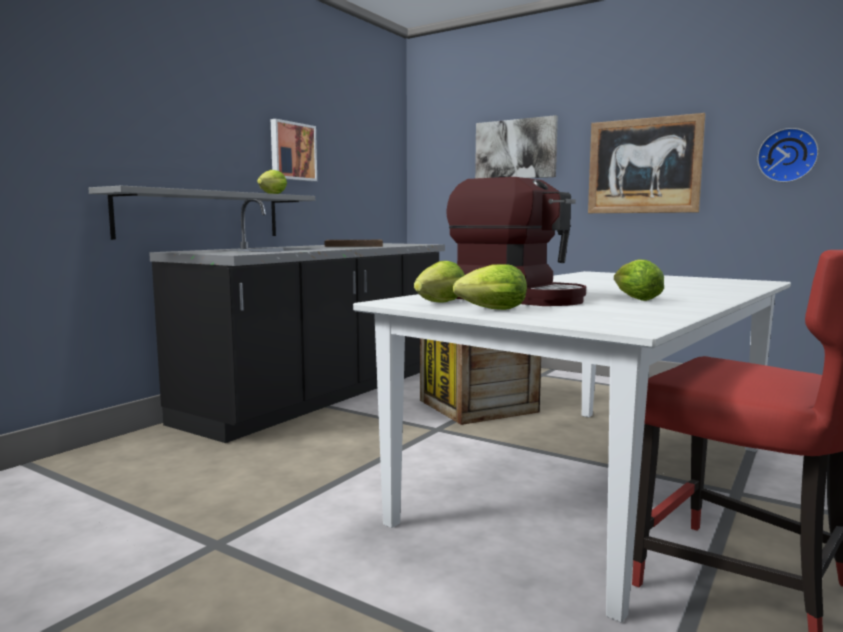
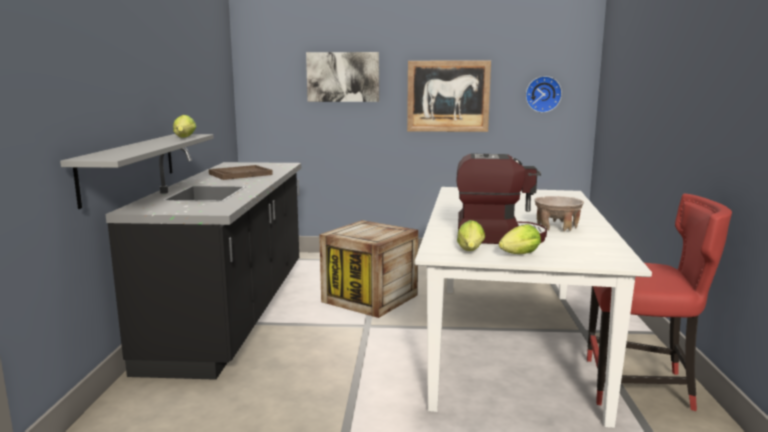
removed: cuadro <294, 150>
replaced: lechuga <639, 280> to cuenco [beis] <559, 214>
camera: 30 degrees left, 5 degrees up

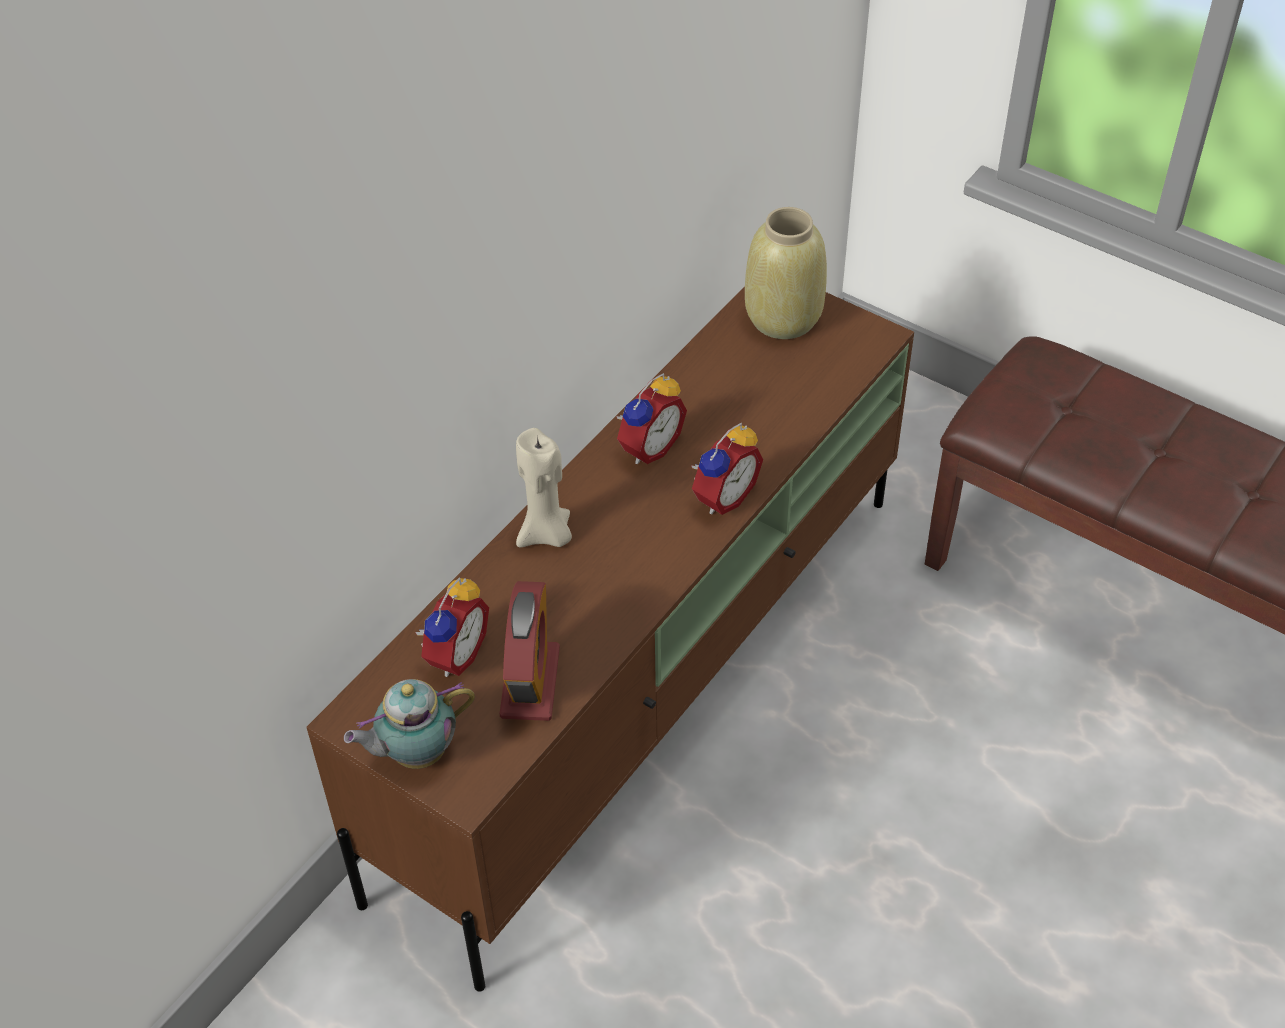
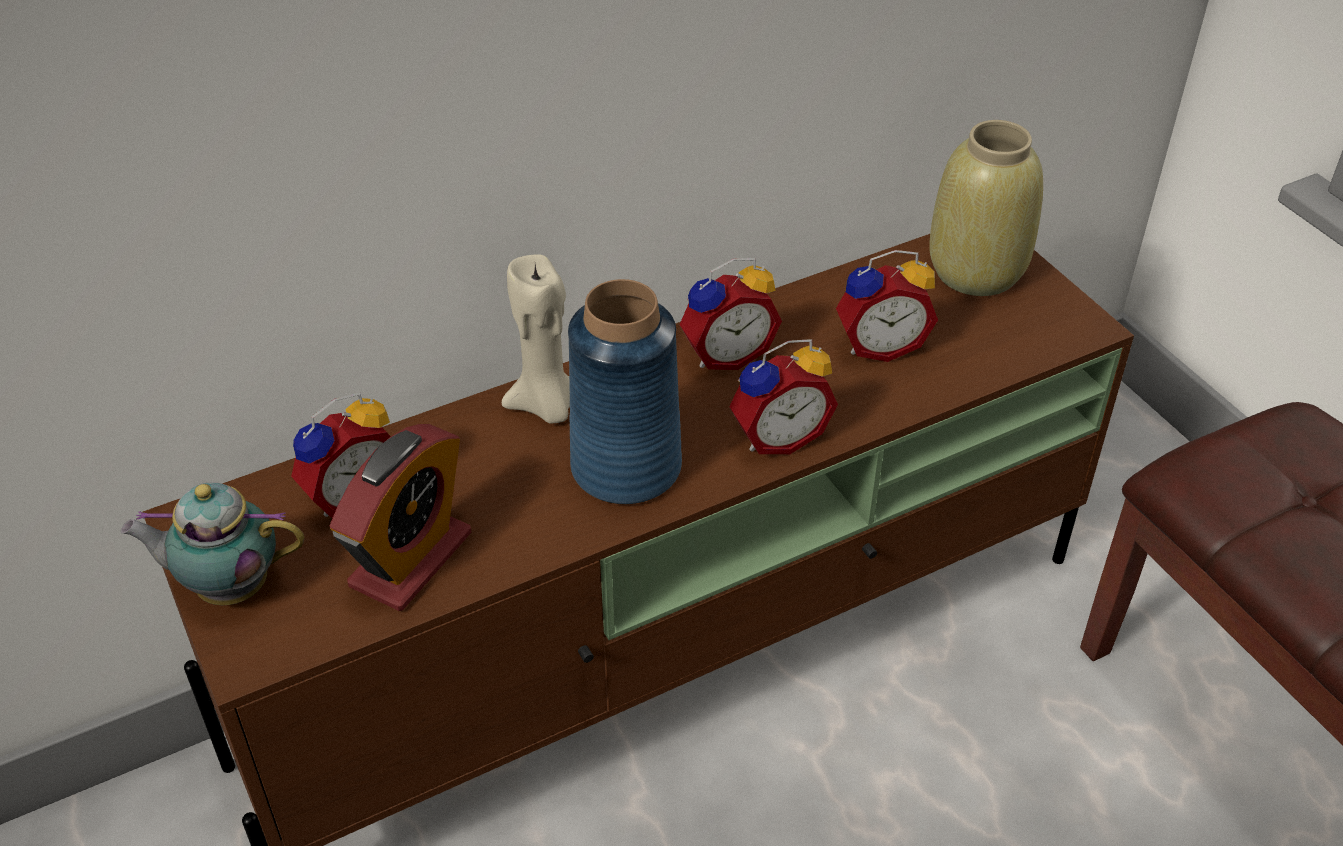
added: despertador <887, 306>; florero [azul] <625, 391>
camera: 25 degrees right, 5 degrees down

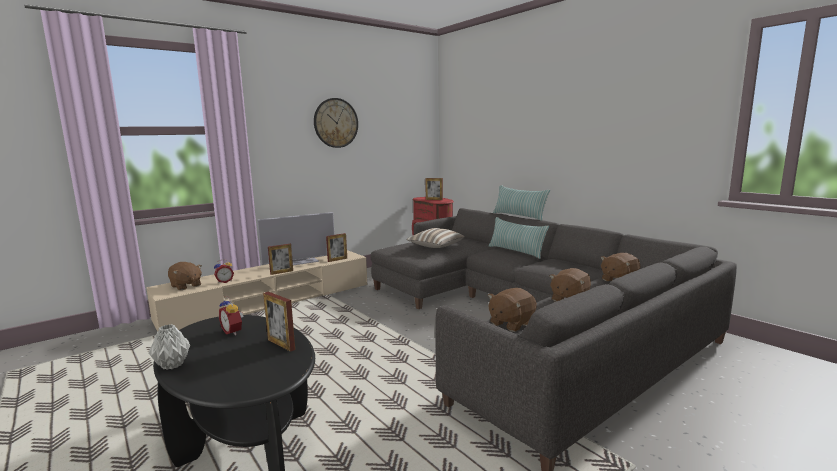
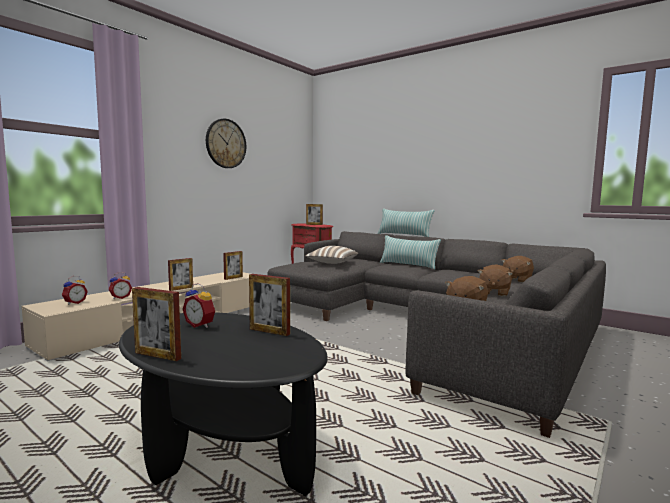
removed: televisor <296, 238>
replaced: peluche [marrón] <185, 276> to despertador <75, 290>; florero [gris] <169, 347> to portarretratos <156, 324>
camera: 15 degrees left, 5 degrees down

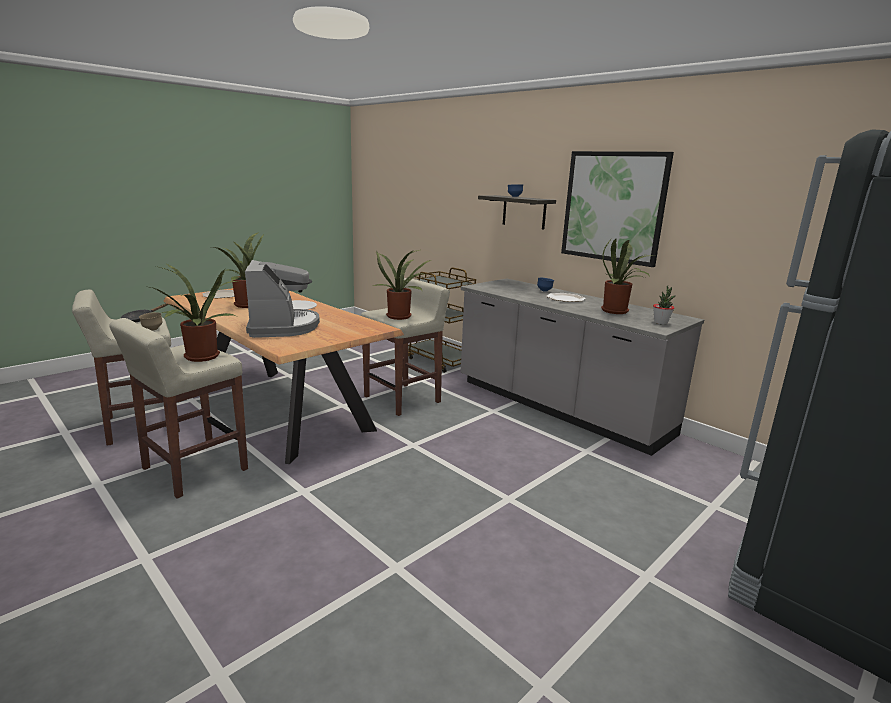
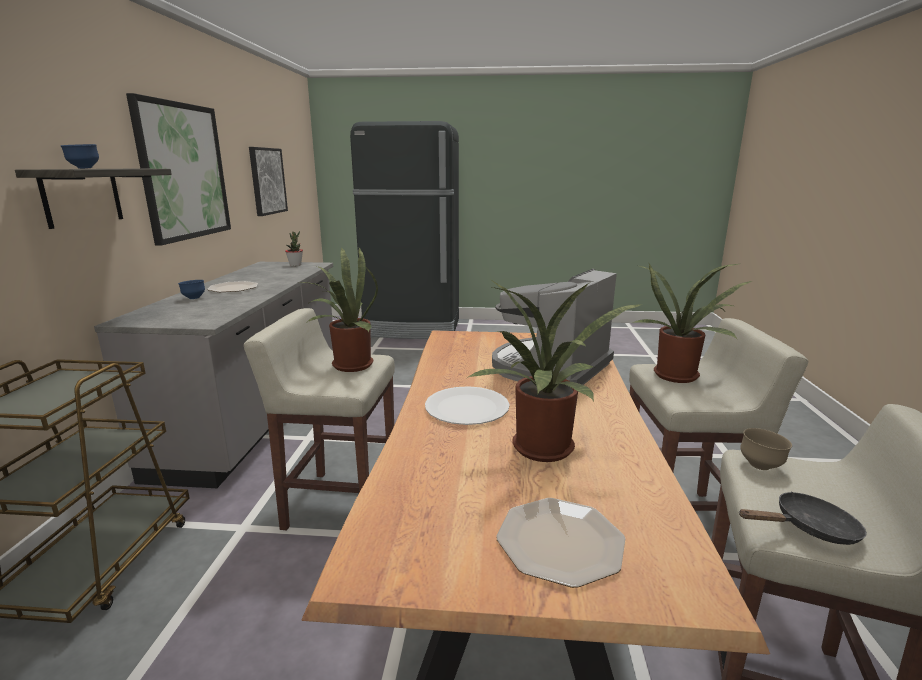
removed: planta en maceta <627, 276>
added: cuadro <268, 181>
camera: 130 degrees left, 0 degrees up

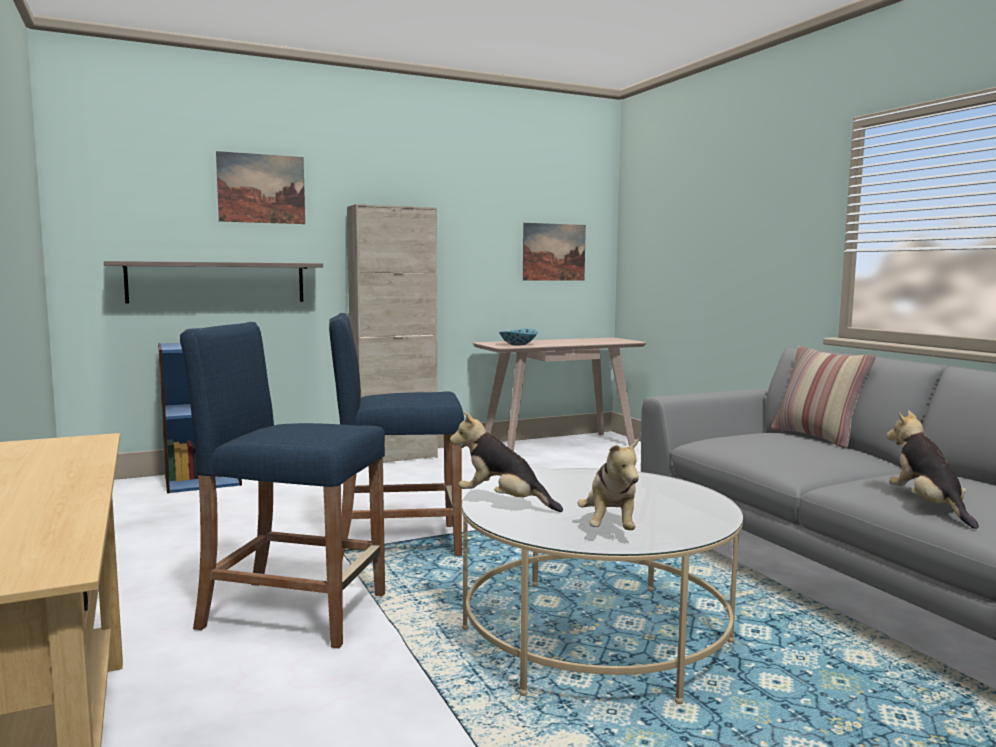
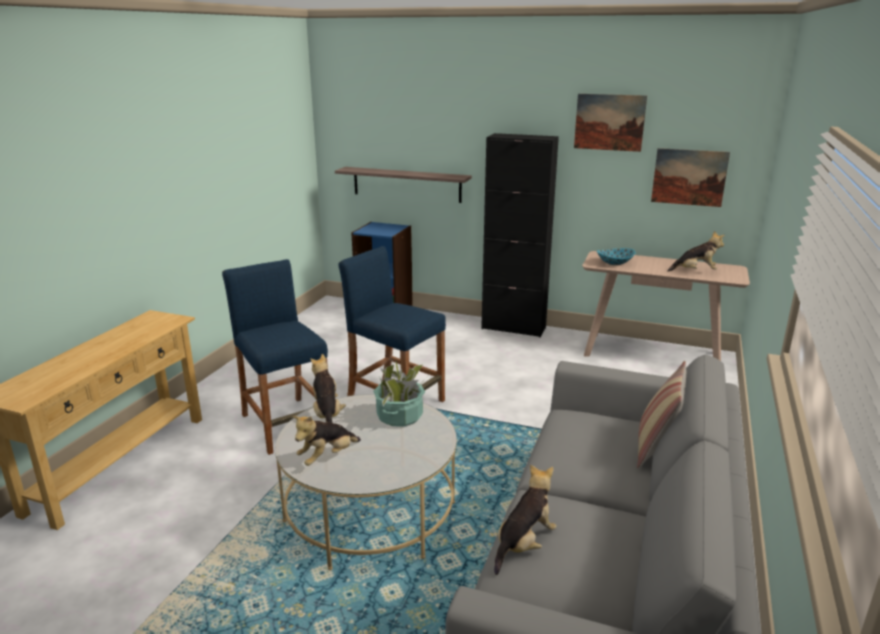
added: peluche <696, 251>; planta en maceta <399, 393>
moved: cuadro <260, 187> to <610, 123>
recoloured: armario [beis] <392, 333> to armario [negro] <520, 235>
camera: 45 degrees right, 15 degrees up

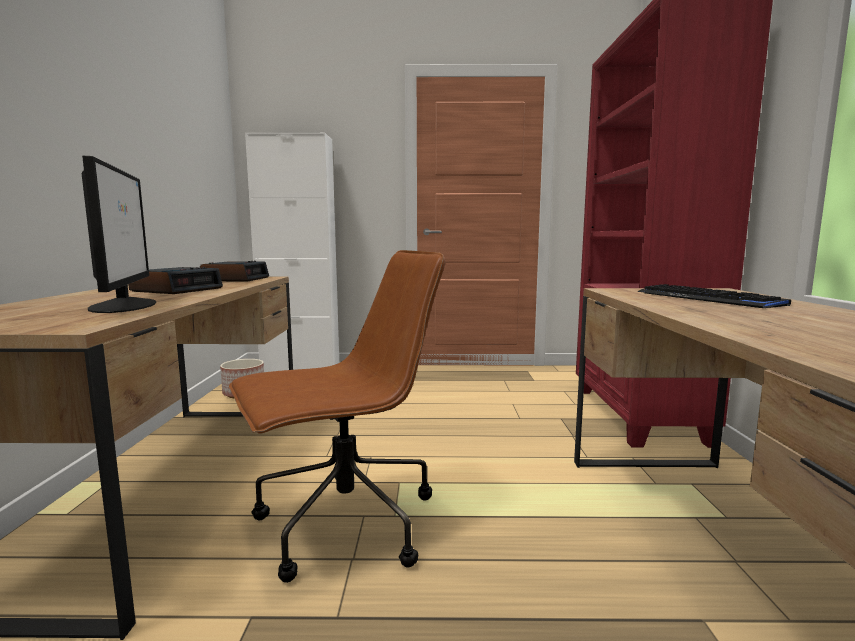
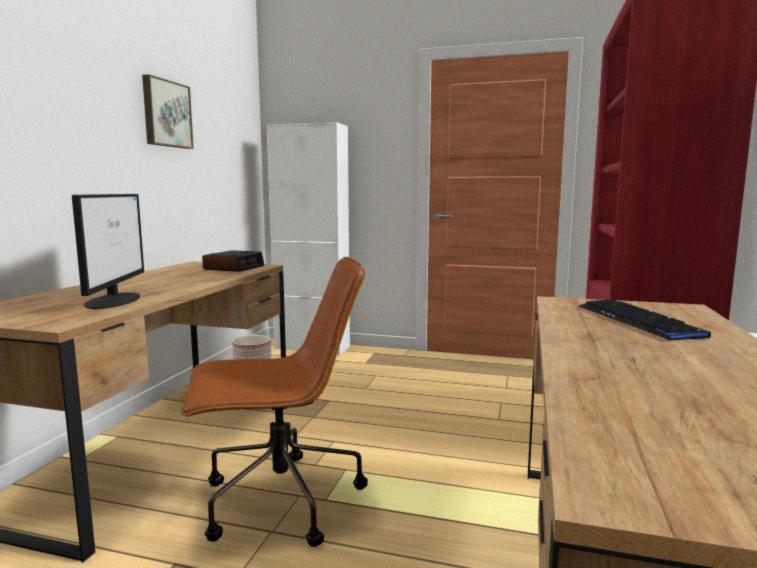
removed: despertador <175, 280>
added: cuadro <168, 111>
camera: 15 degrees right, 0 degrees up

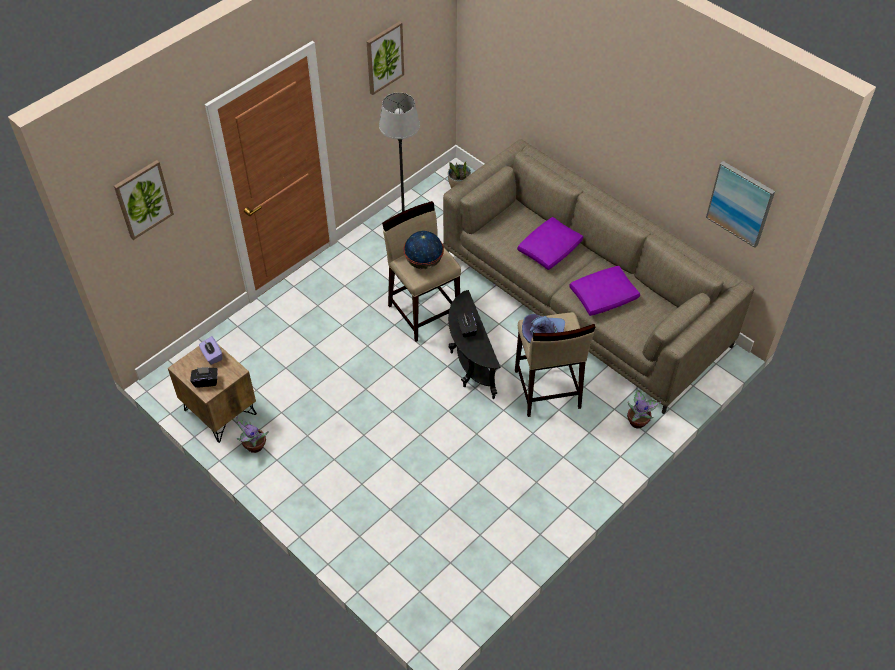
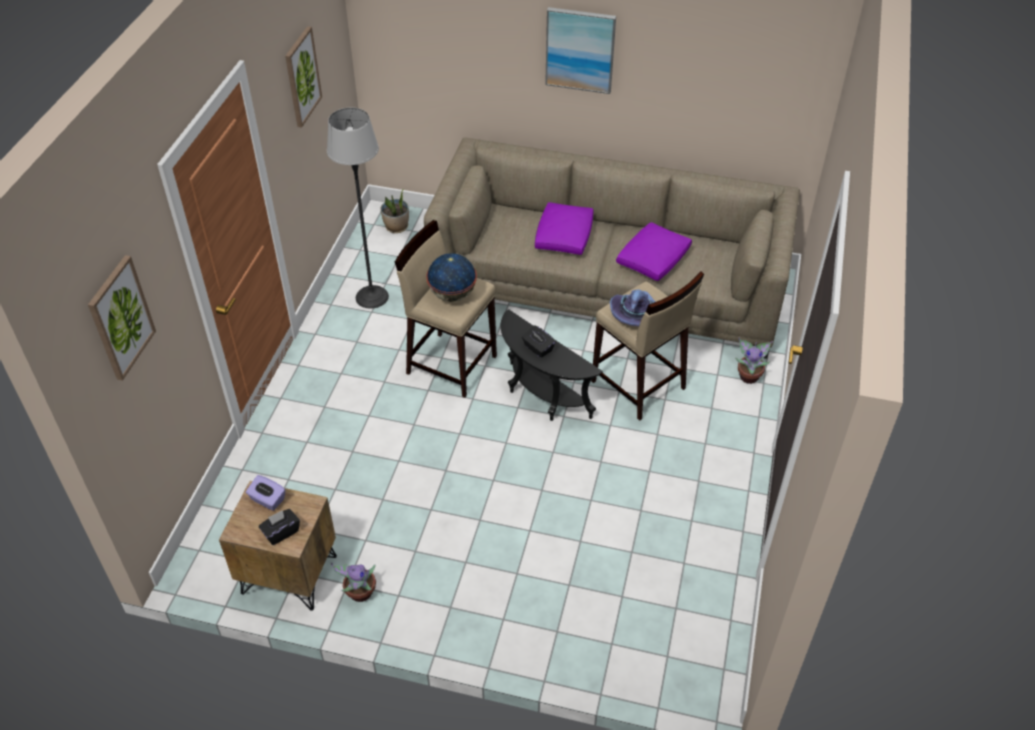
moved: cuadro <740, 204> to <580, 50>
camera: 30 degrees left, 5 degrees down

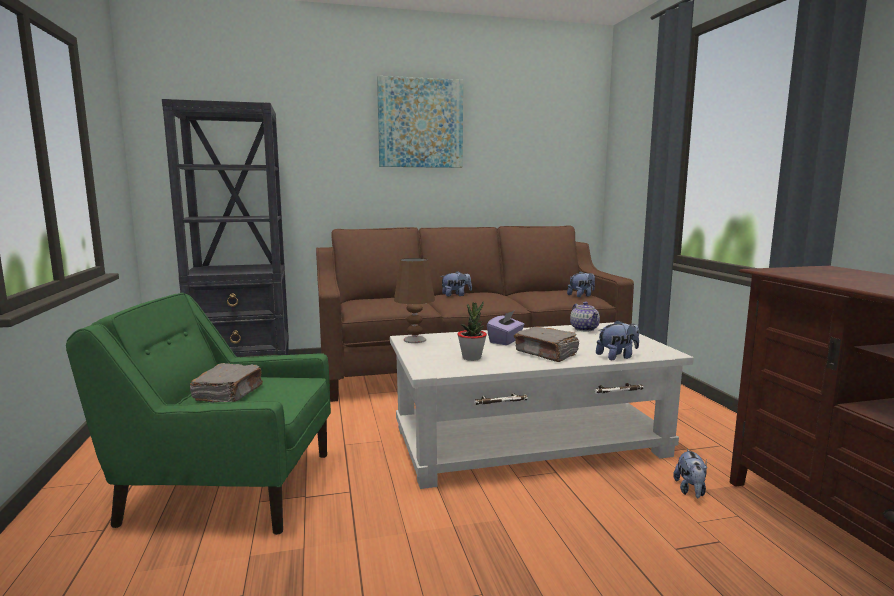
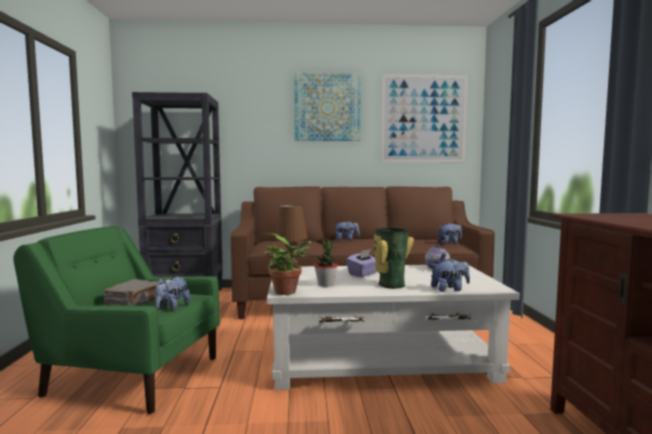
added: cuadro <424, 118>; planta en maceta <287, 264>
moved: peluche <690, 473> to <172, 293>
replaced: libro [gris] <546, 344> to florero <393, 258>
camera: 10 degrees right, 5 degrees down

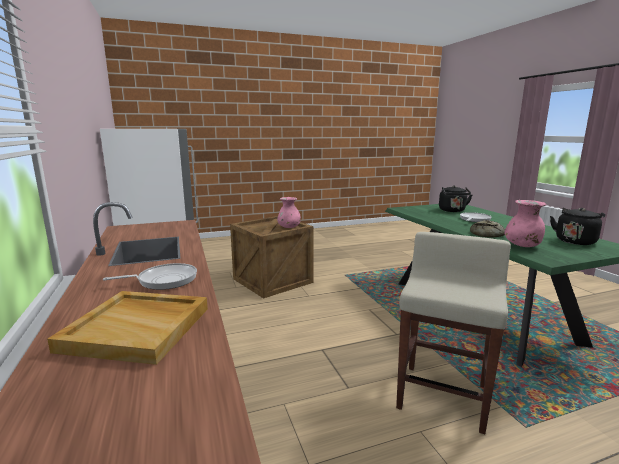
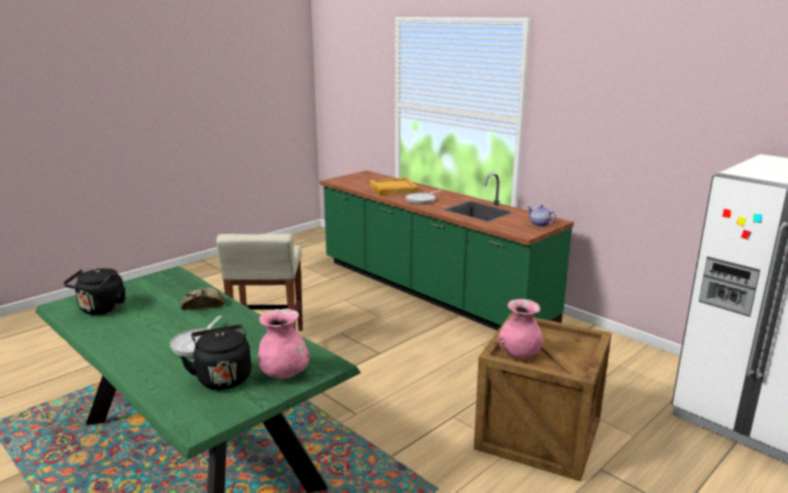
added: tetera <541, 216>
moved: florero [rosa] <525, 223> to <283, 344>
camera: 155 degrees right, 5 degrees up

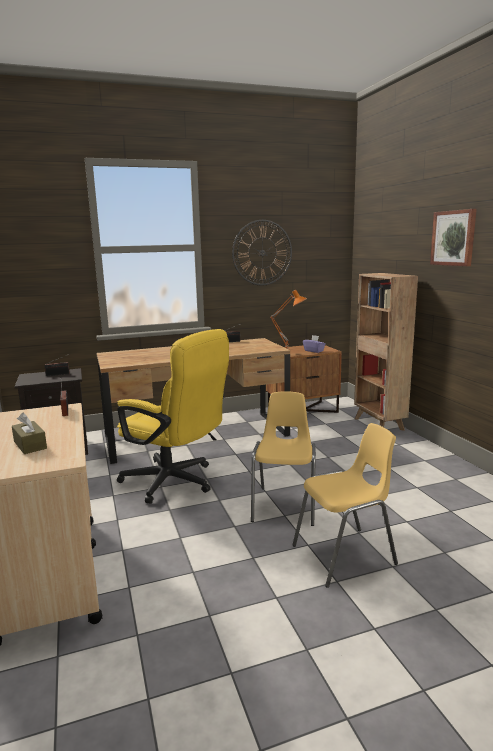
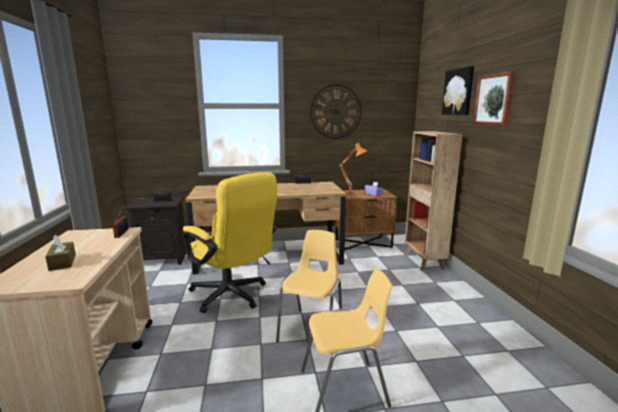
added: cuadro <458, 90>
camera: 10 degrees right, 0 degrees up

